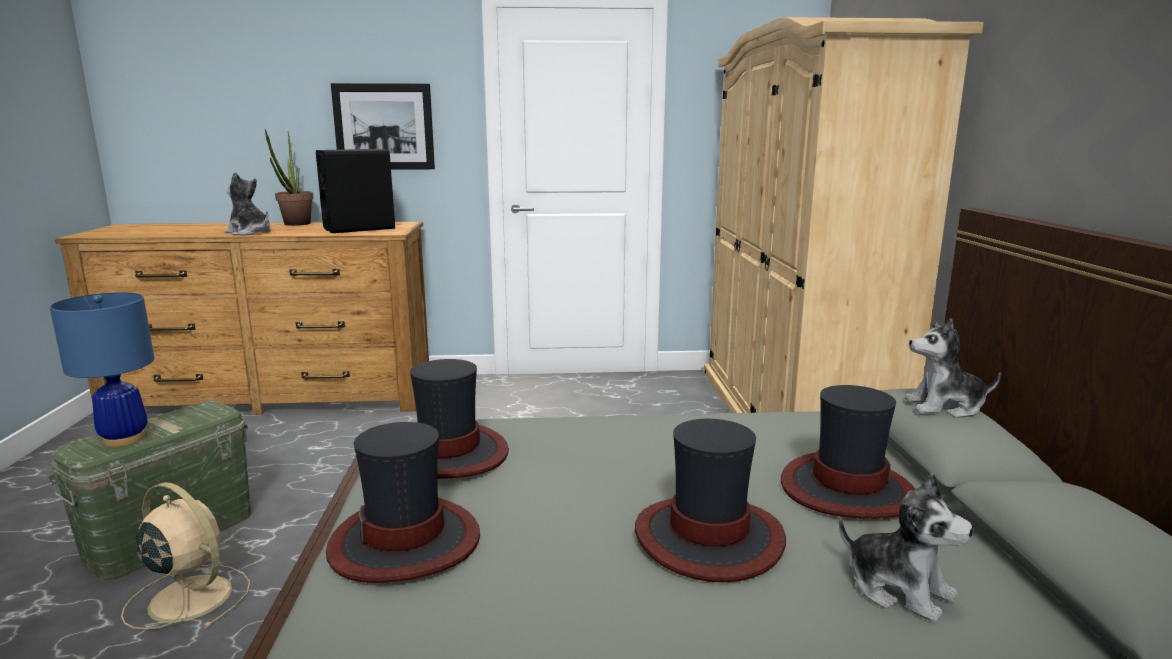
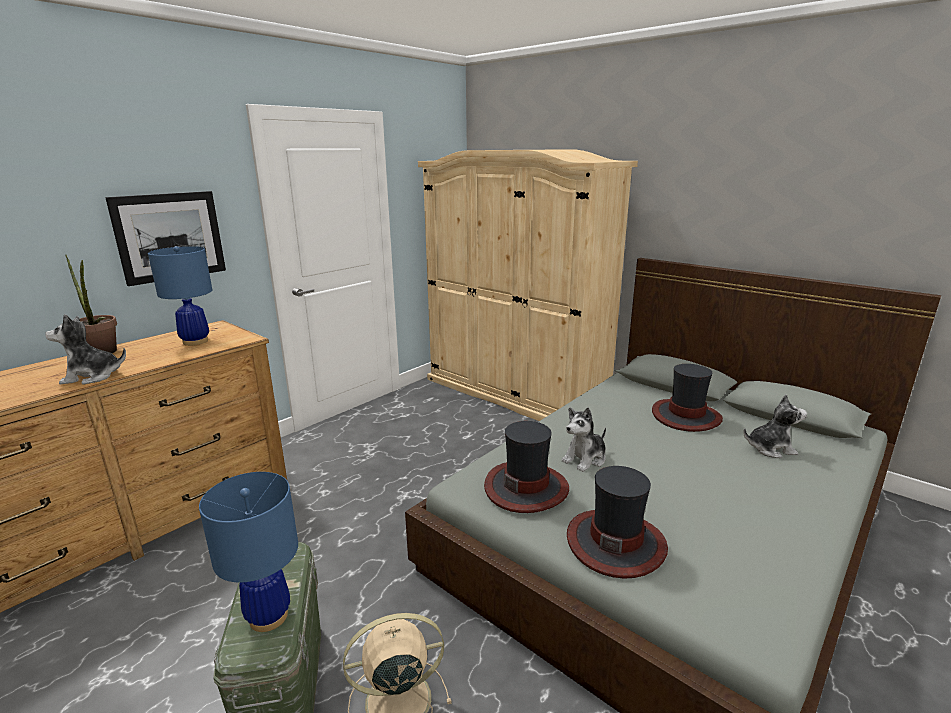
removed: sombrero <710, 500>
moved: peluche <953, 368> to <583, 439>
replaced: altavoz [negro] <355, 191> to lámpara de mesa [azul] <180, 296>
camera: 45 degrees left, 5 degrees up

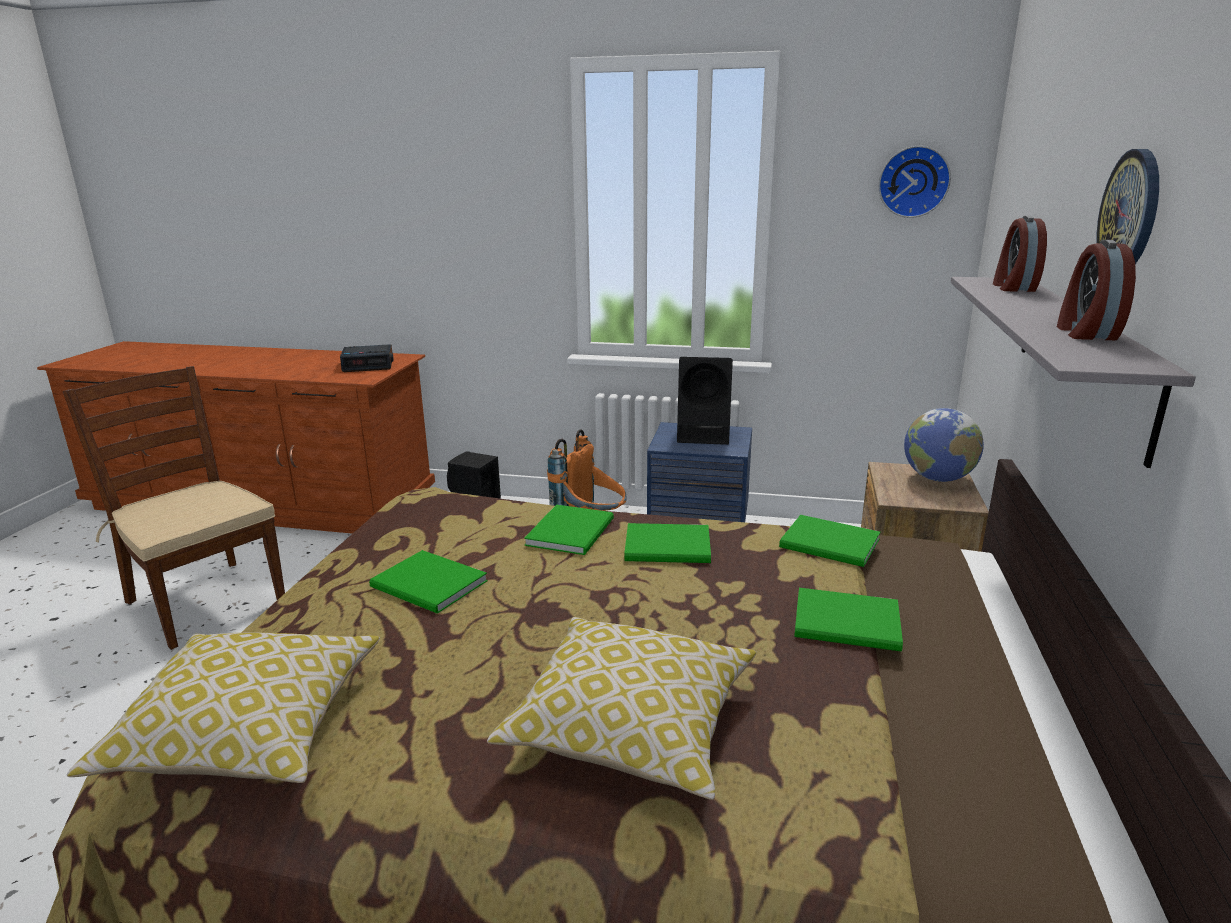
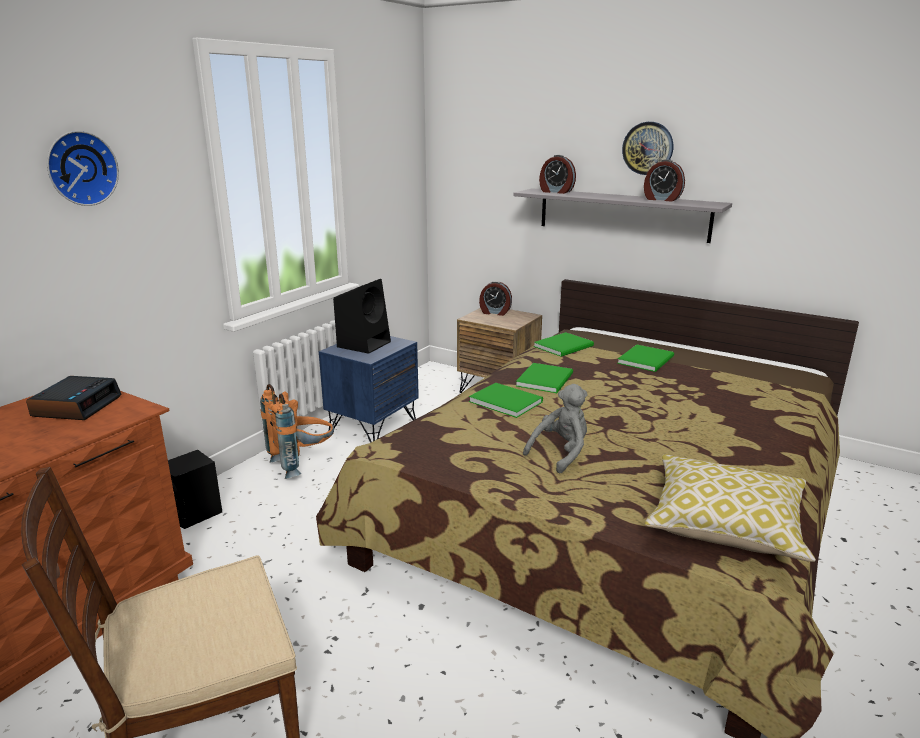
removed: cojín <621, 708>
moved: reloj de pared <915, 182> to <83, 168>
replaced: globo terráqueo <944, 445> to despertador <495, 298>; libro [verde] <428, 582> to peluche [gris] <555, 429>
camera: 70 degrees left, 0 degrees up

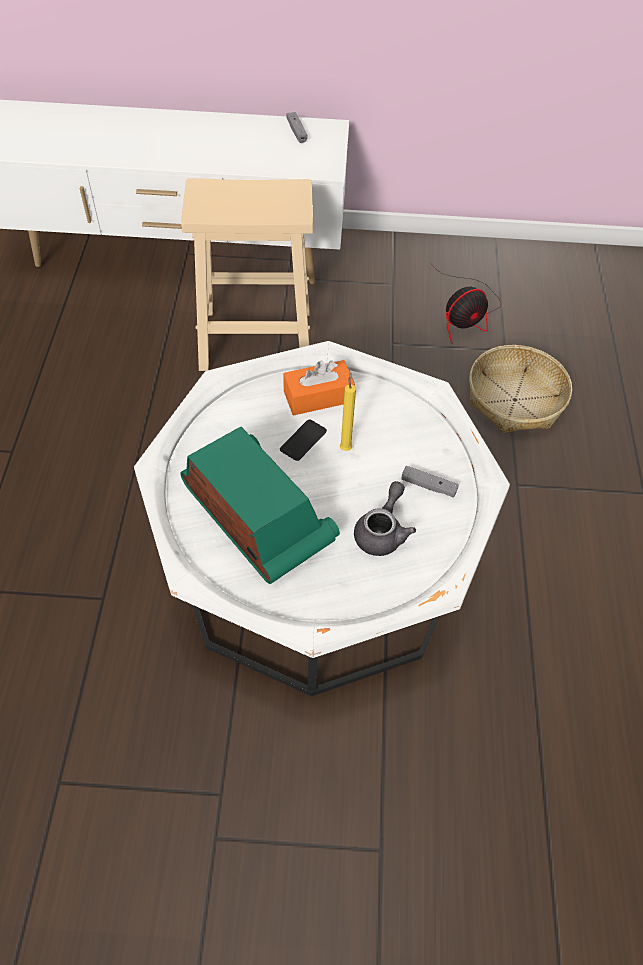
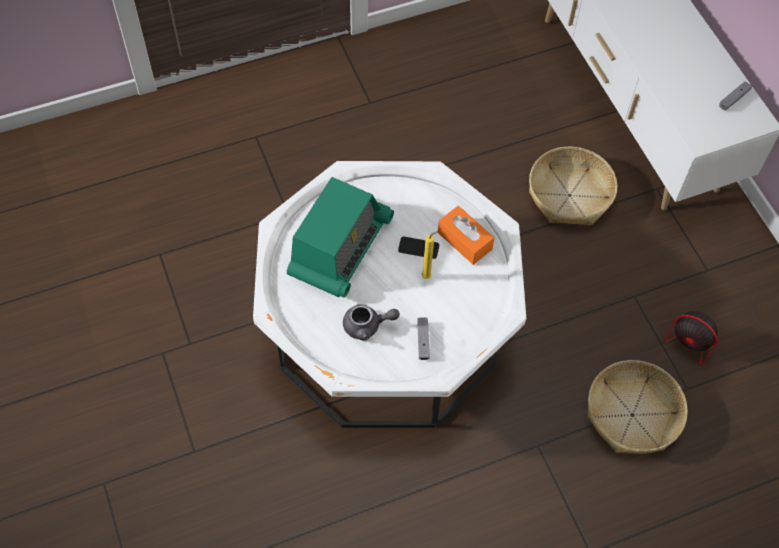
replaced: taburete [beis] <247, 274> to cesta <573, 186>
camera: 65 degrees right, 5 degrees up

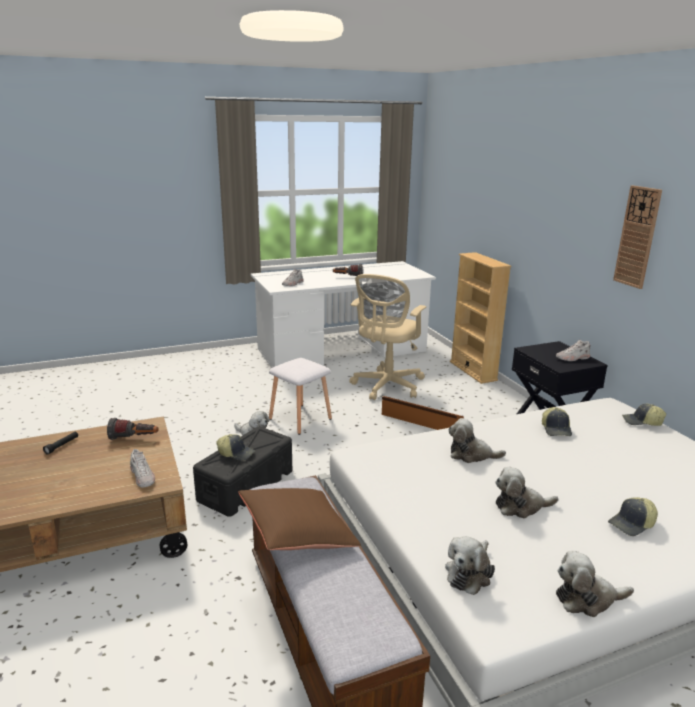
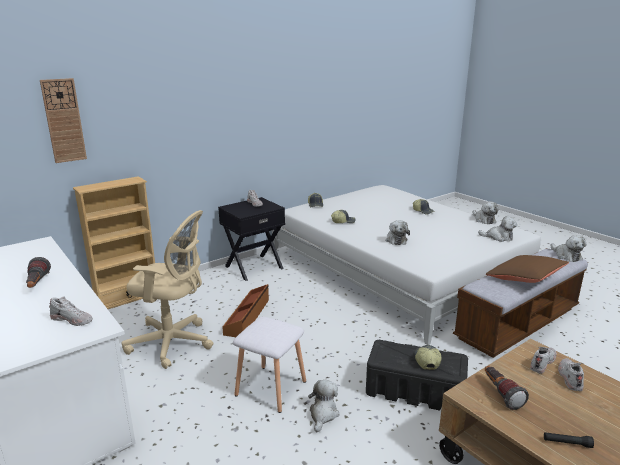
added: zapato [blanco] <571, 374>
moved: reloj de pared <637, 237> to <63, 120>; peluche <526, 492> to <568, 248>
camera: 105 degrees left, 0 degrees up

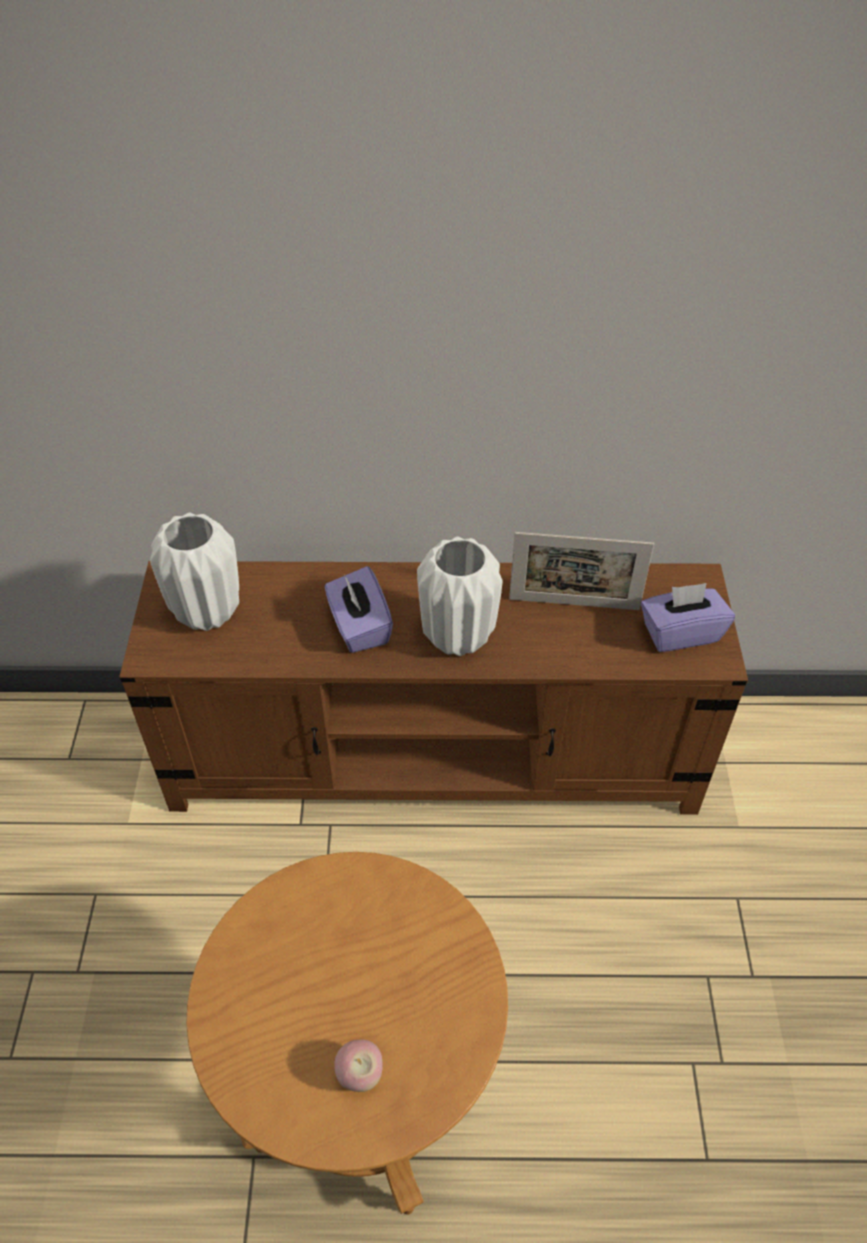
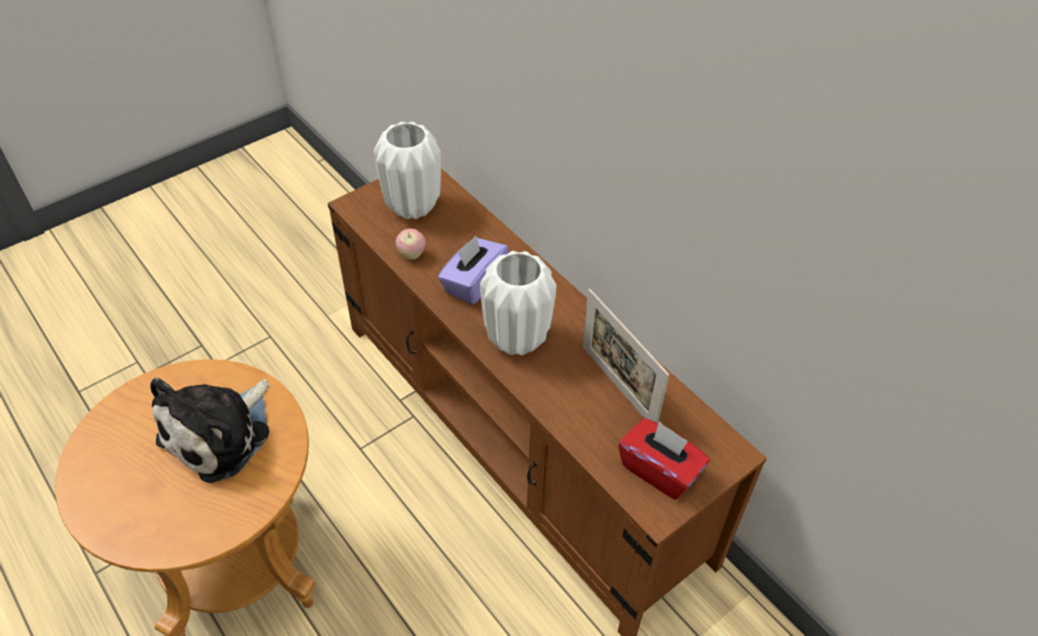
added: peluche <209, 430>
moved: manzana <358, 1066> to <411, 244>
recoloured: caja de pañuelos [morado] <688, 617> to caja de pañuelos [rojo] <664, 459>
camera: 50 degrees right, 0 degrees up

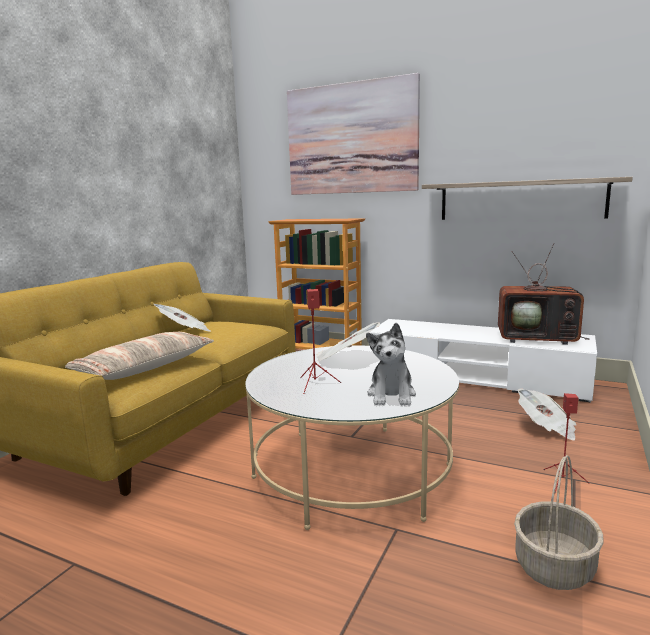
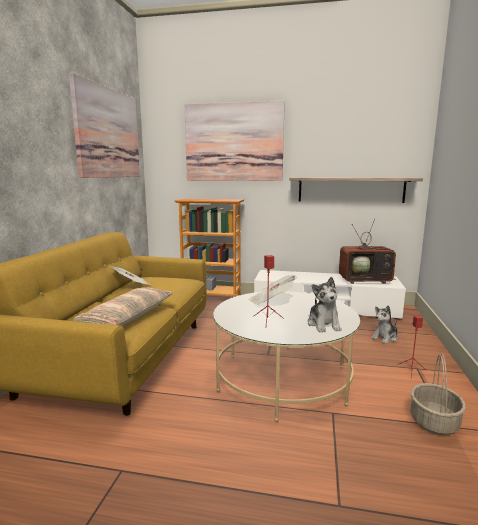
added: cuadro <104, 125>
replaced: periódico <547, 414> to peluche <384, 324>
camera: 15 degrees left, 0 degrees up

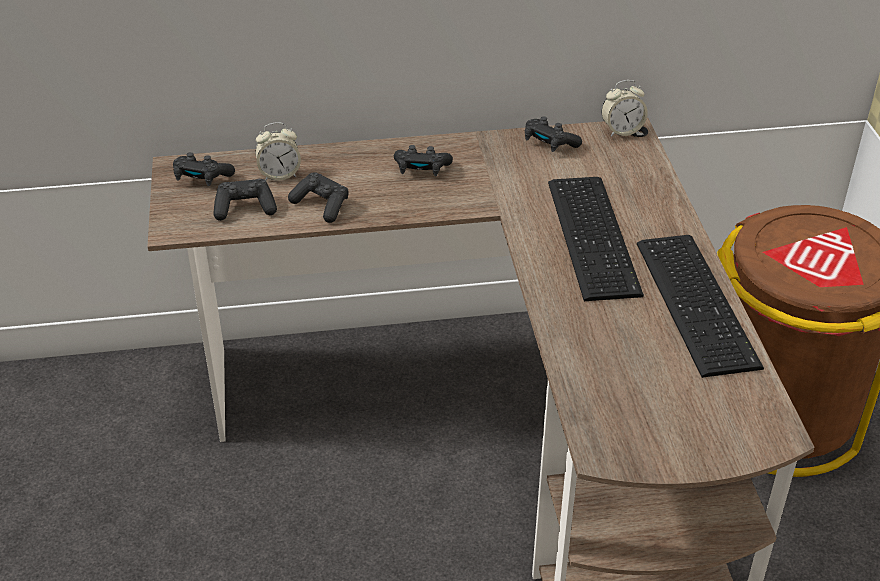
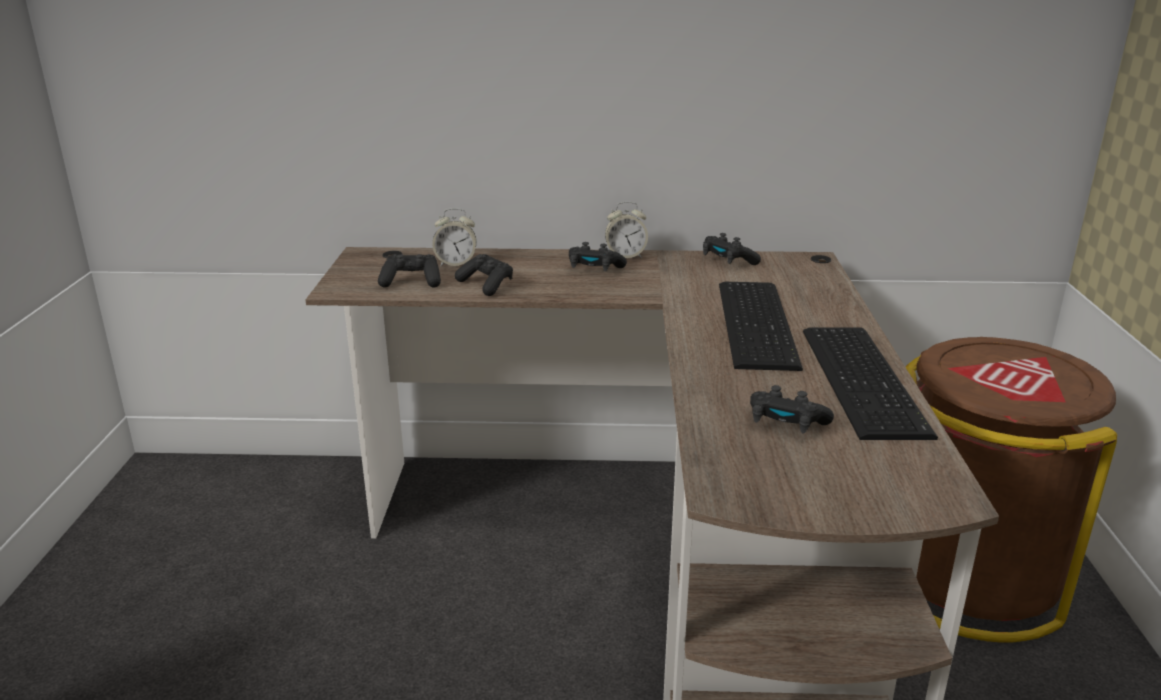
moved: despertador <624, 108> to <626, 229>; mando de consola [negro] <204, 169> to <792, 409>
camera: 10 degrees right, 15 degrees down

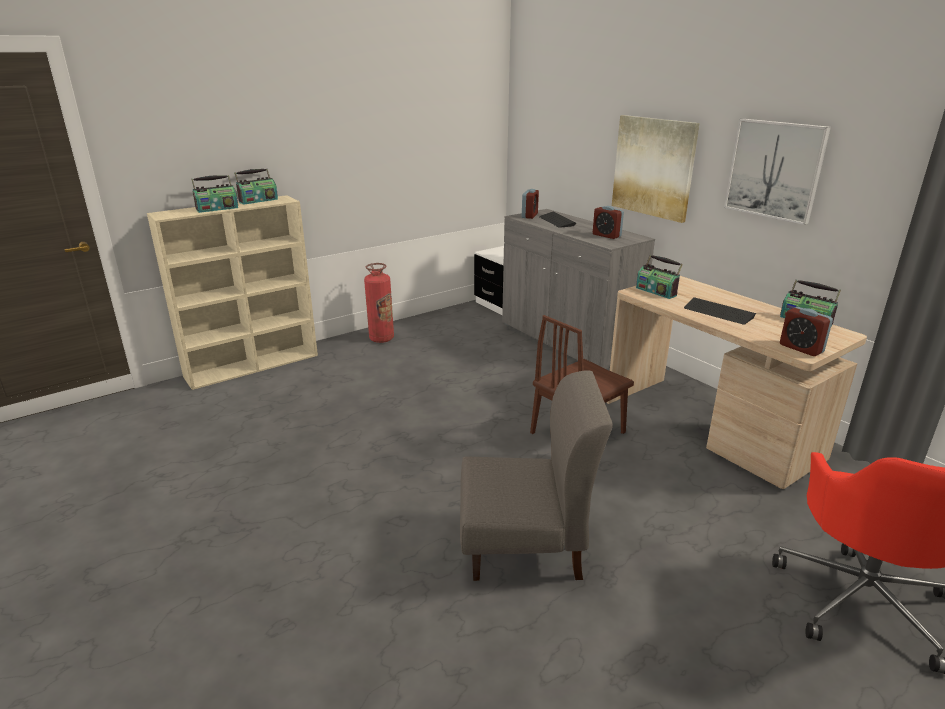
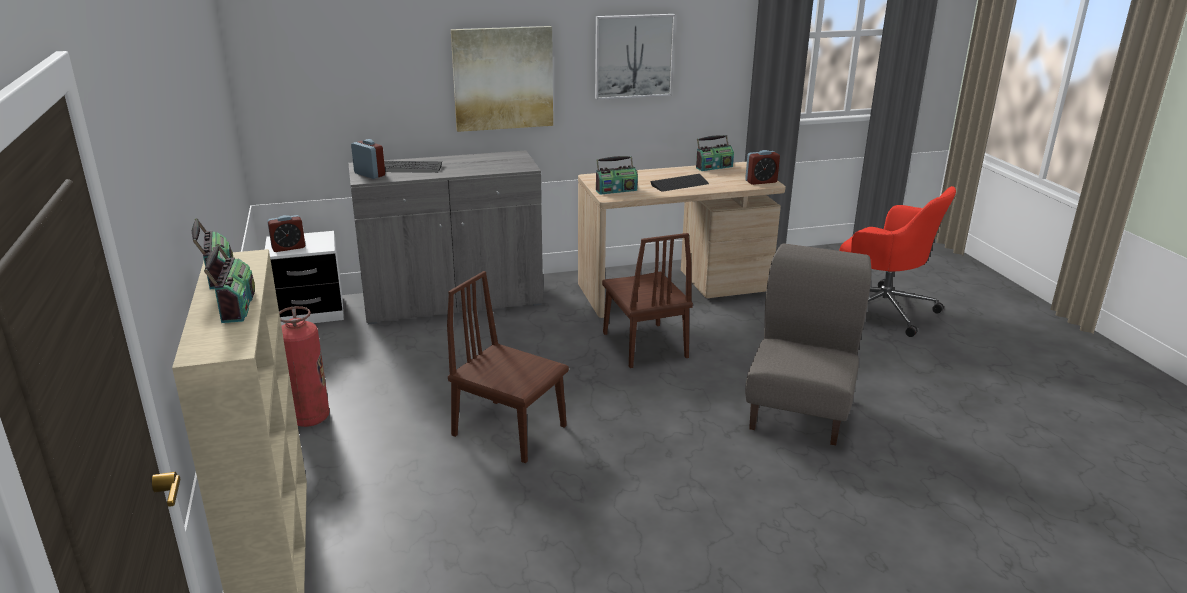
added: silla [marrón] <508, 367>
moved: despertador <608, 222> to <286, 233>
camera: 70 degrees left, 0 degrees up

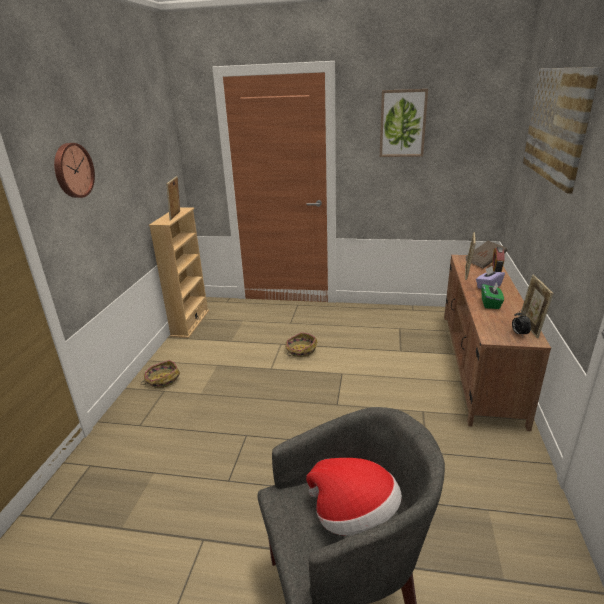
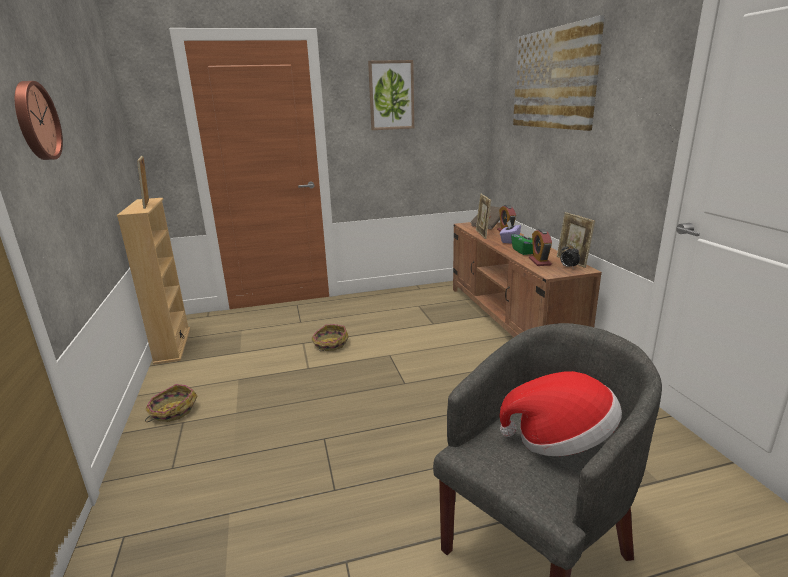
added: despertador <540, 247>
camera: 25 degrees left, 5 degrees down

